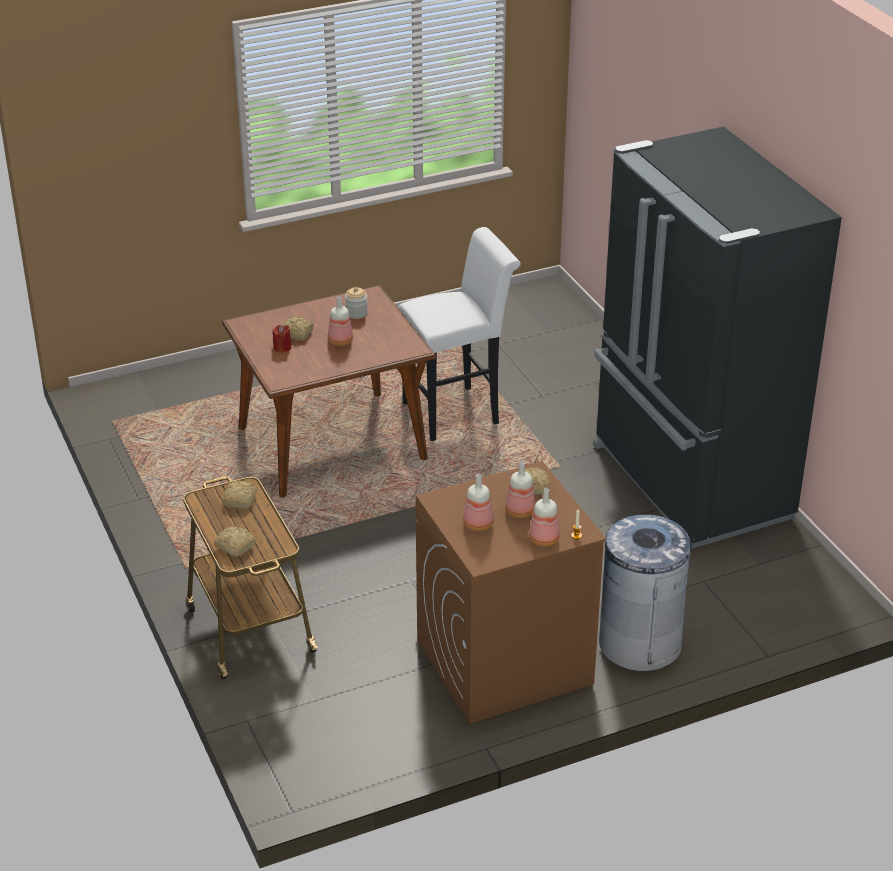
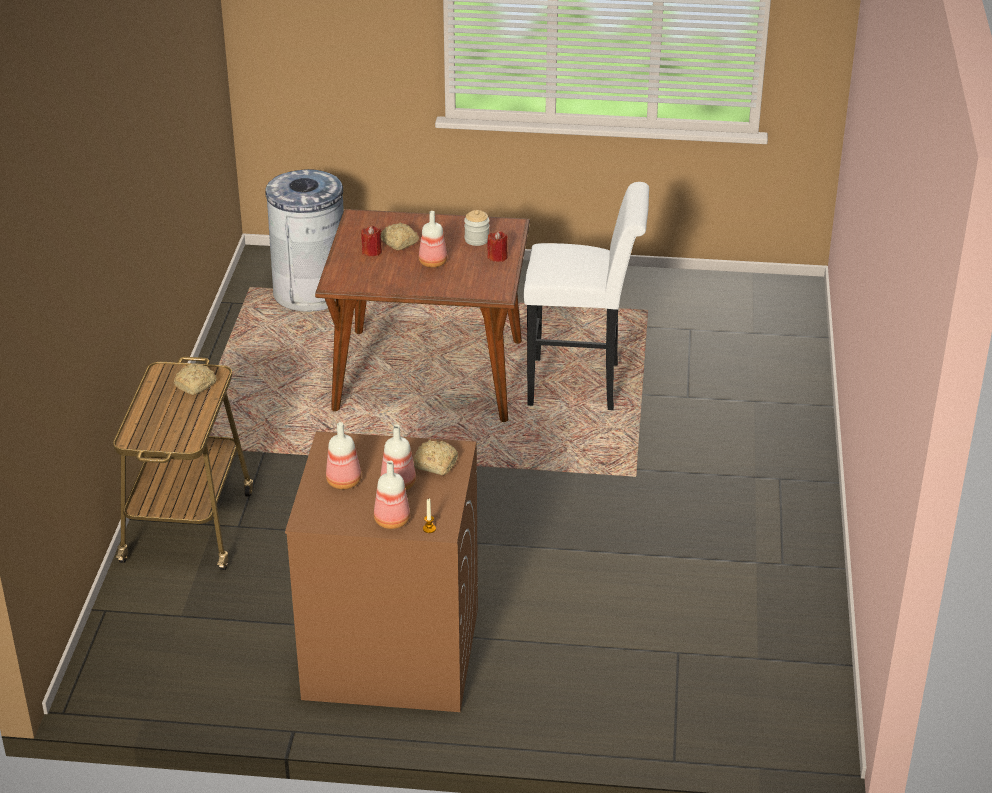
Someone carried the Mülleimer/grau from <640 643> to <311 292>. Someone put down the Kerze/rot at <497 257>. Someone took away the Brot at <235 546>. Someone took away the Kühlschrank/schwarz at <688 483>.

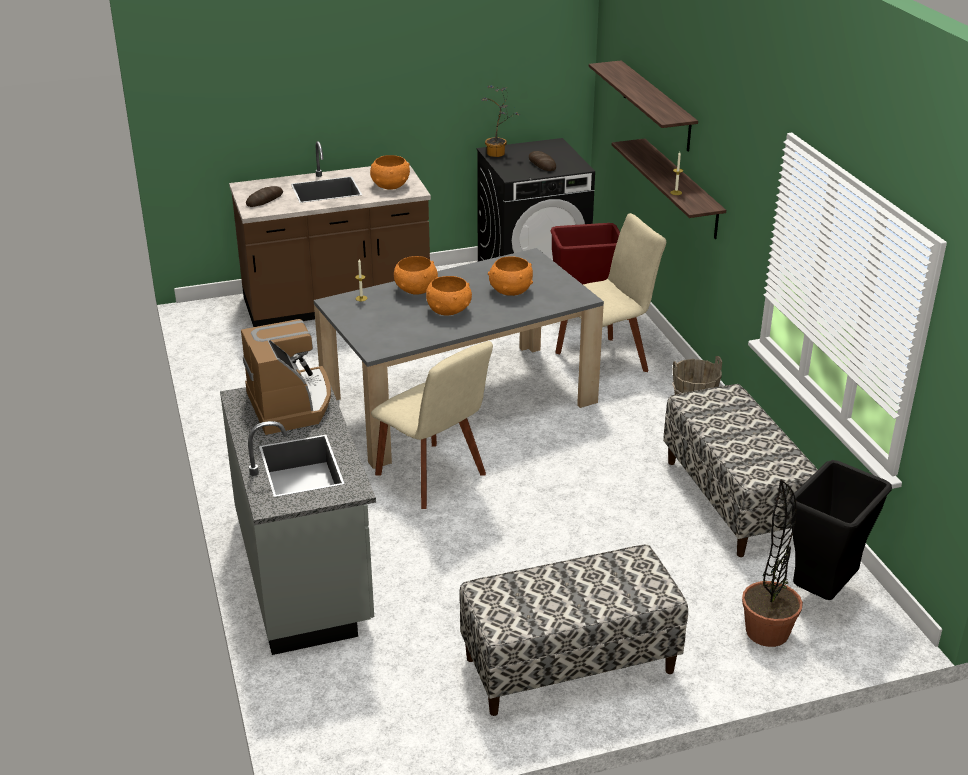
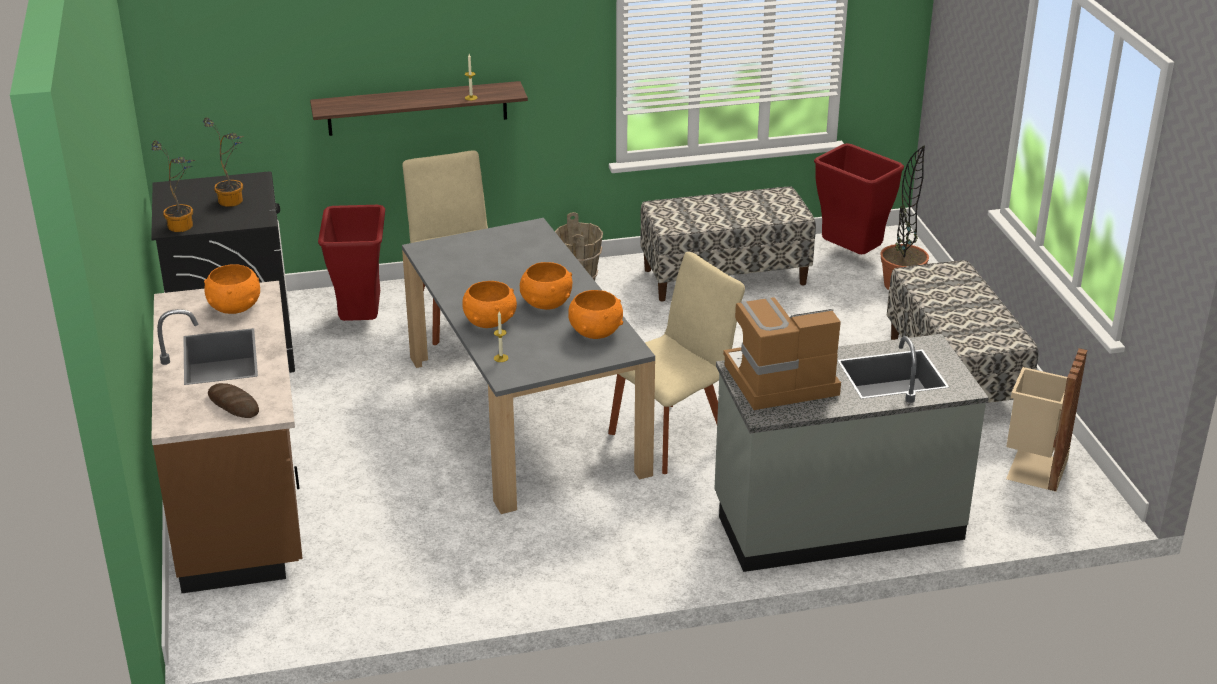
Someone swapped the Brot at <542 164> for the Topfpflanze at <233 199>. Someone carried the Schüssel/orange from <510 291> to <595 332>. Someone repainted the Mülleimer/schwarz at <823 593>, which became the Mülleimer/rot at <852 255>. Someone put down the Mülleimer/beige at <1033 469>. Someone took away the Wandregal at <656 105>.

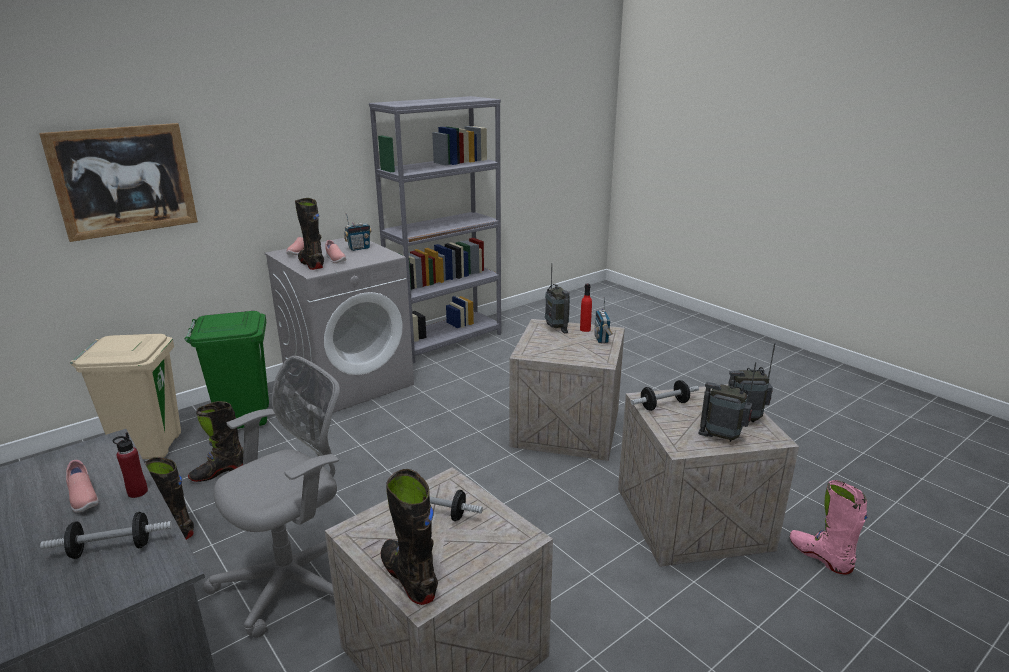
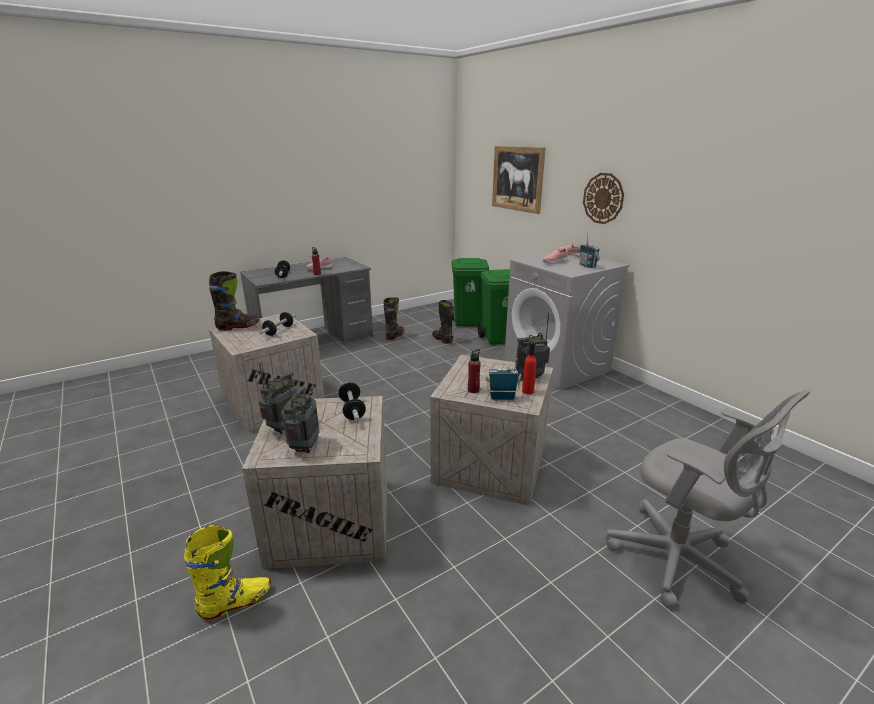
Someone repainted the Stiefel/rosa at <820 556>, which became the Stiefel/gelb at <236 602>. Someone repainted the Mülleimer/beige at <148 447>, which became the Mülleimer/grün at <468 322>. Someone put down the Flasche/rot at <473 390>. Someone put up the Wanduhr at <603 198>. Someone carried the Bürostuhl/grau from <294 579> to <679 562>. Someone took away the Stiefel/schwarz at <311 264>. Someone took away the Bücherregal/grau at <446 341>.

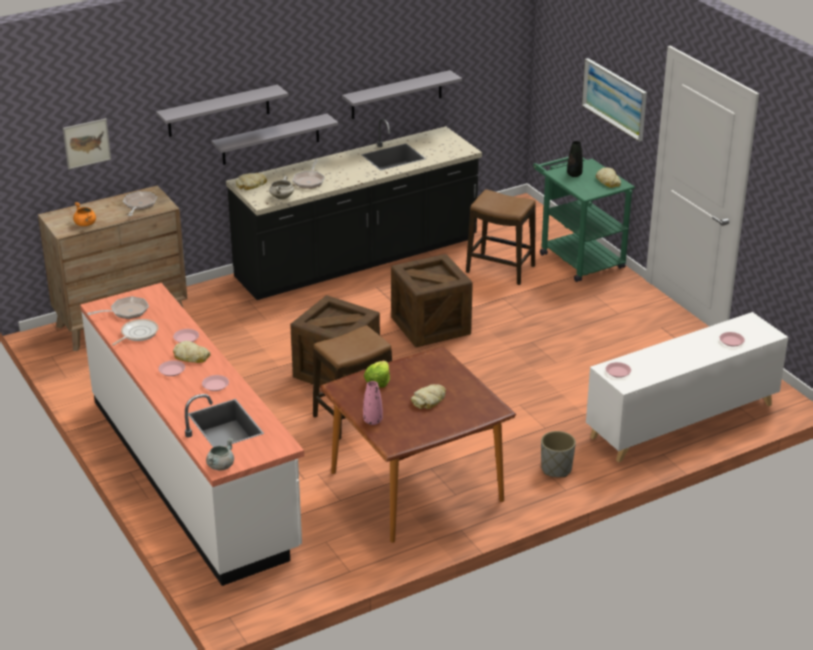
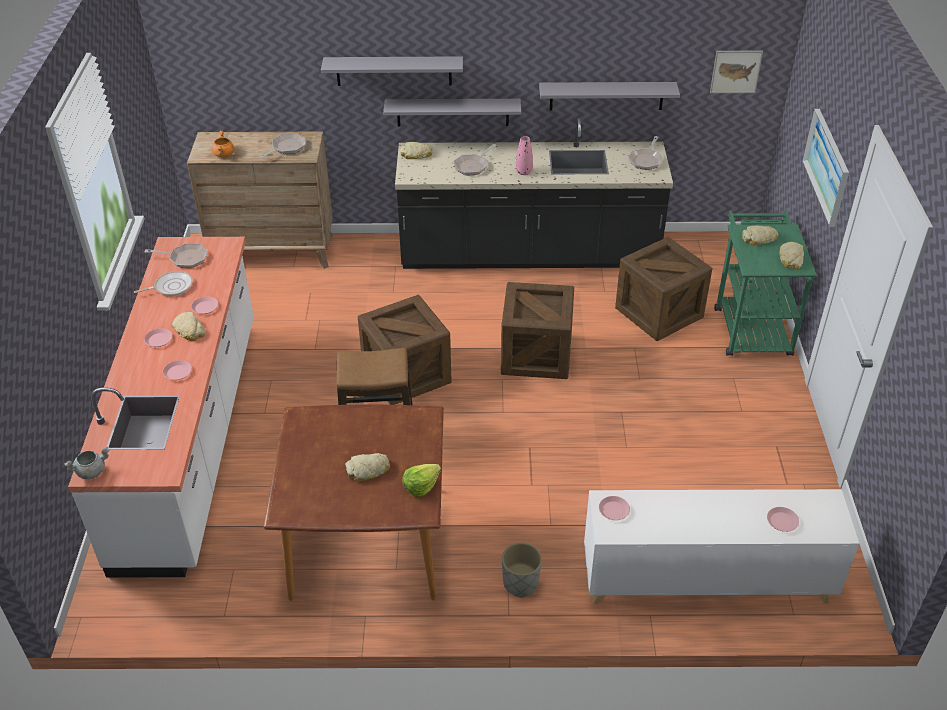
Someone carried the Salatkopf from <378 382> to <421 486>. Someone carried the Vase/rosa from <372 421> to <524 172>. Someone swapped the Hocker at <500 269> for the Kiste at <659 313>. Someone put down the Pfanne at <646 160>. Someone carried the Bild from <86 143> to <735 71>. Someone swapped the Vase/schwarz at <574 174> for the Brot at <759 238>. Someone took away the Kochtopf/weiß at <281 197>.

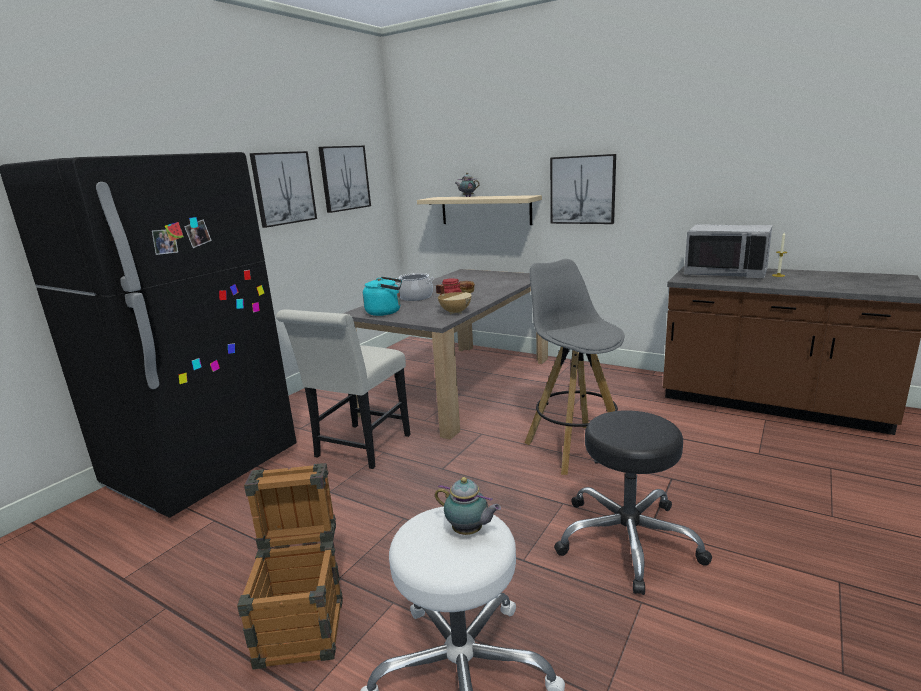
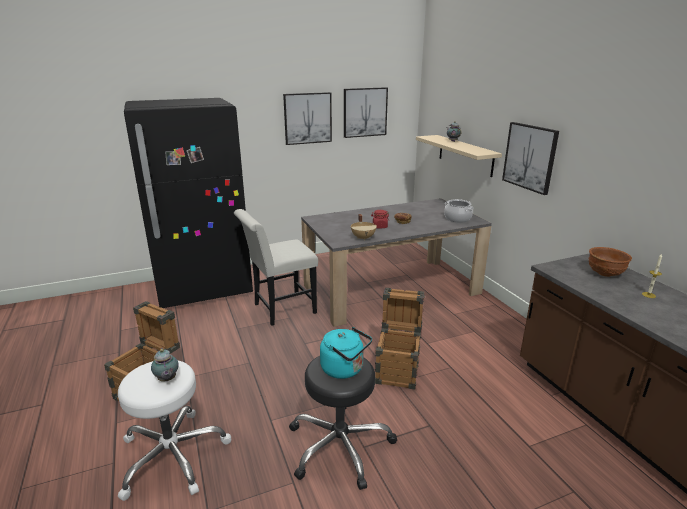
Someone carried the Wasserkessel/türkis from <386 312> to <345 369>. Someone swapped the Hocker/grau at <574 448> for the Kiste at <398 369>. Someone carried the Kochtopf from <415 297> to <457 219>. Someone swapped the Mikrowelle/grau at <726 273> for the Schüssel/braun at <605 274>.

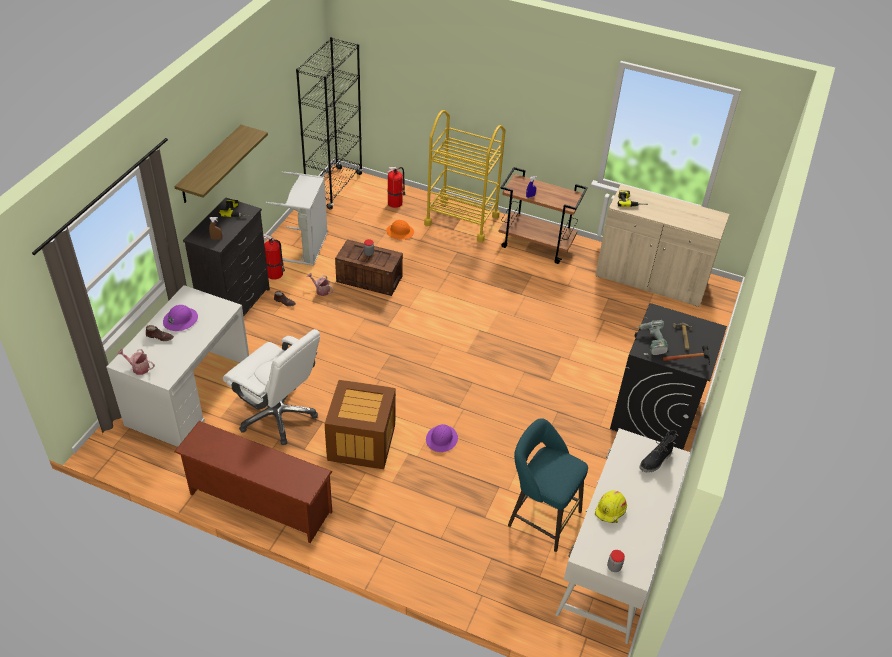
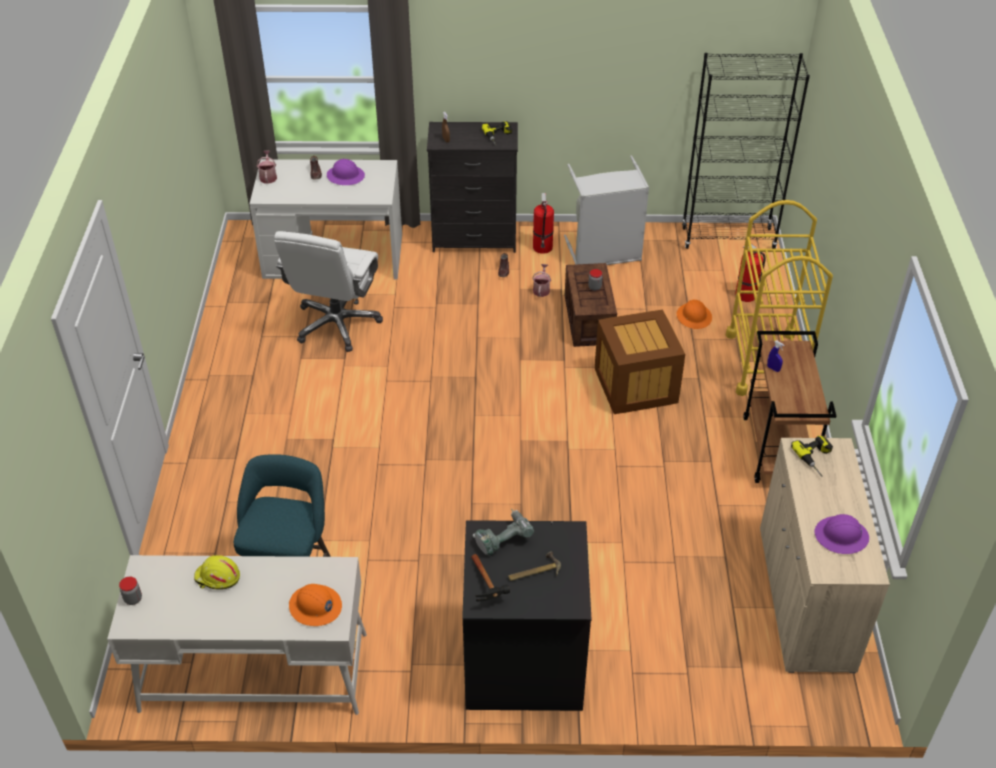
Someone swapped the Stiefel/schwarz at <655 461> for the Schutzhelm/orange at <315 606>. Someone carried the Kiste from <361 442> to <635 386>. Someone carried the Schutzhelm/lila from <442 439> to <841 536>. Someone took away the Wandregal at <210 165>. Someone took away the Schuhregal/braun at <258 503>.

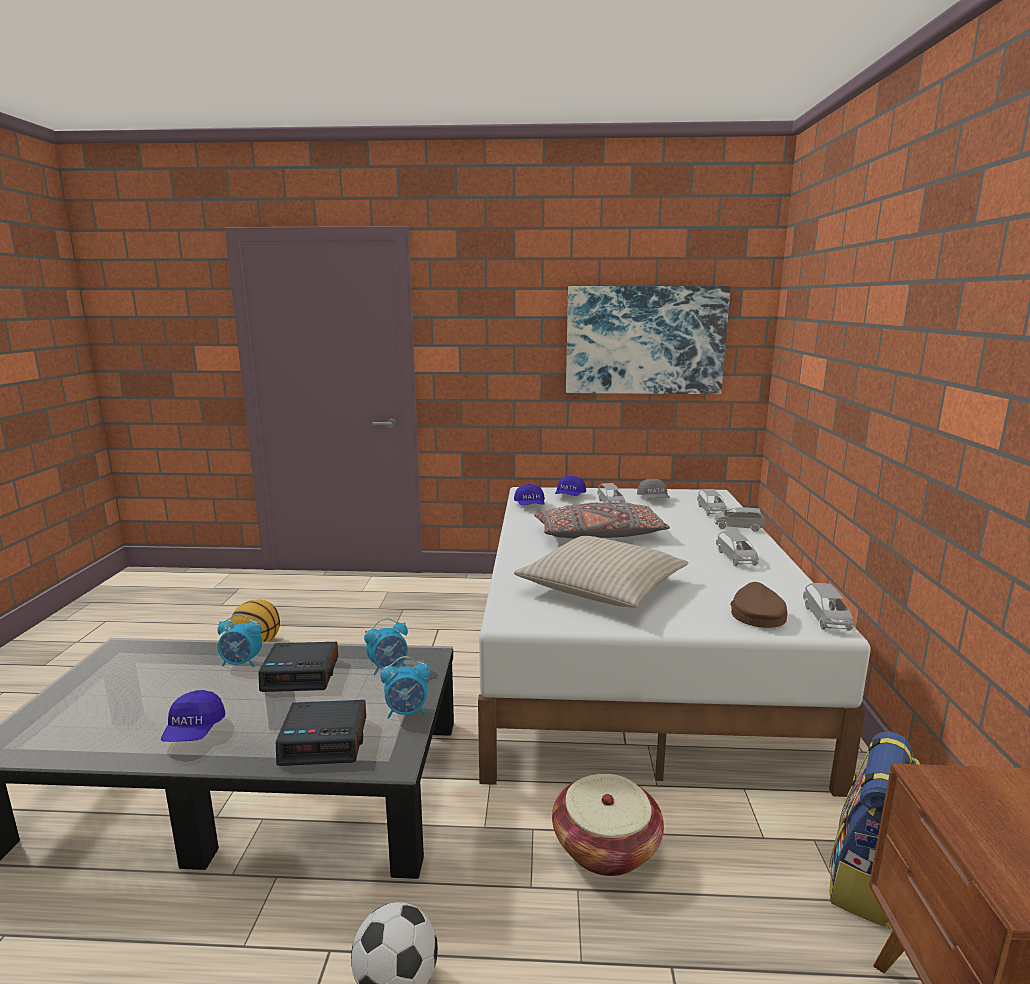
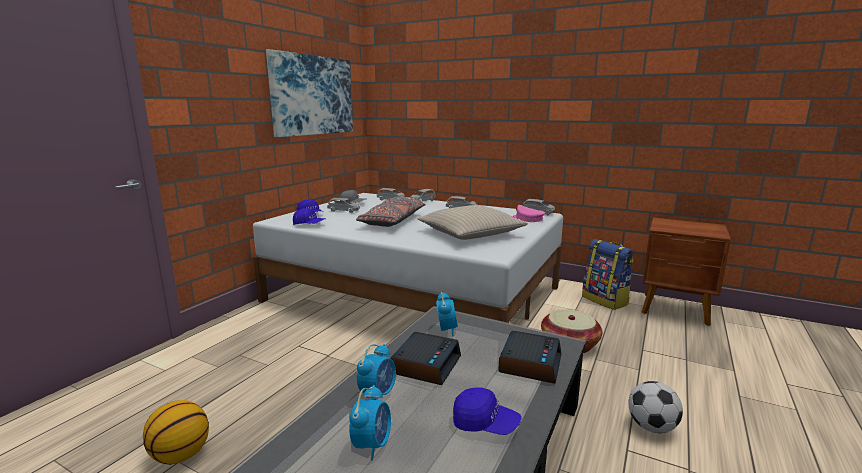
Someone carried the Wecker from <407 712> to <372 444>. Someone repainted the Kappe/braun at <756 614>, which became the Kappe/rosa at <526 219>.

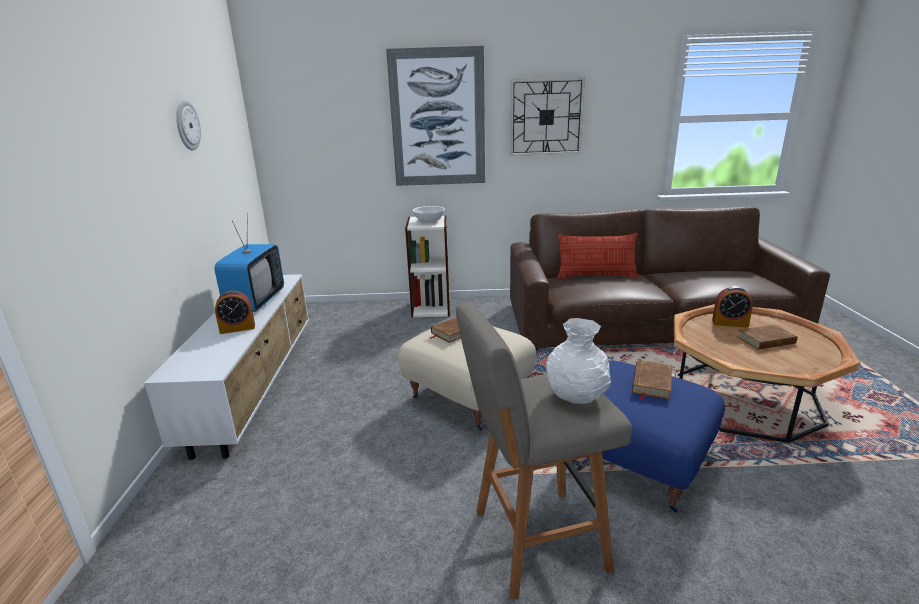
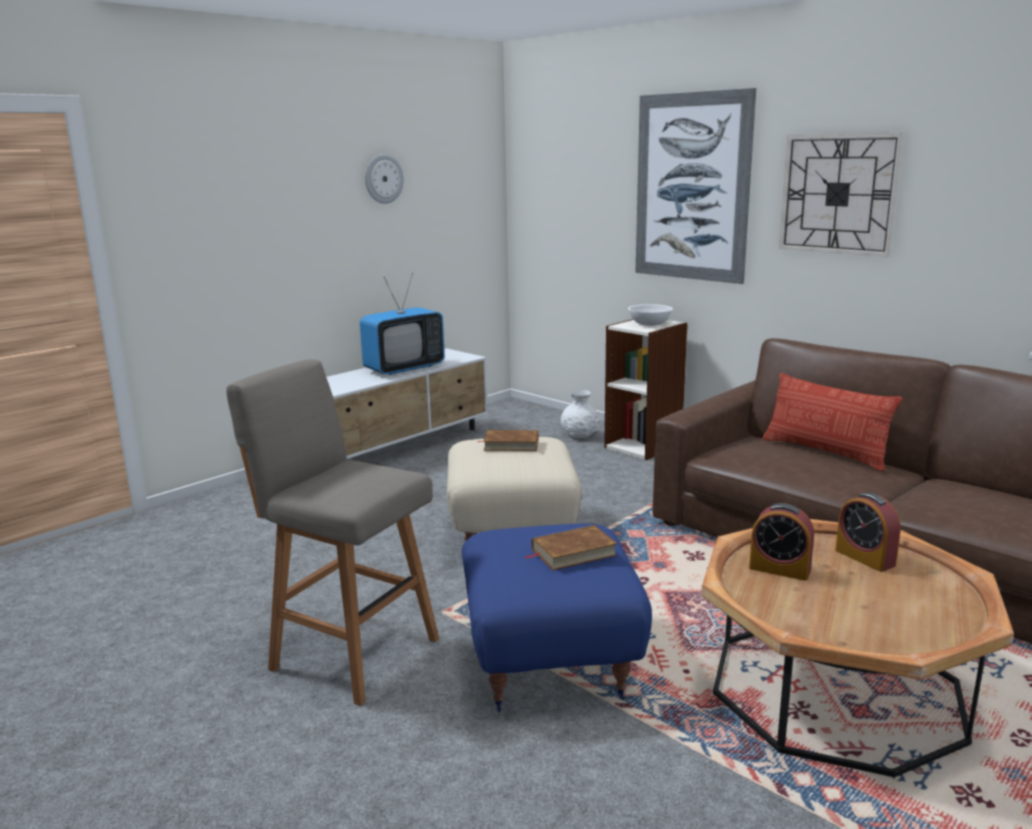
Someone carried the Vase/weiß from <576 396> to <579 435>. Someone carried the Wecker from <237 328> to <779 569>. Someone took away the Buch/braun at <766 340>.

